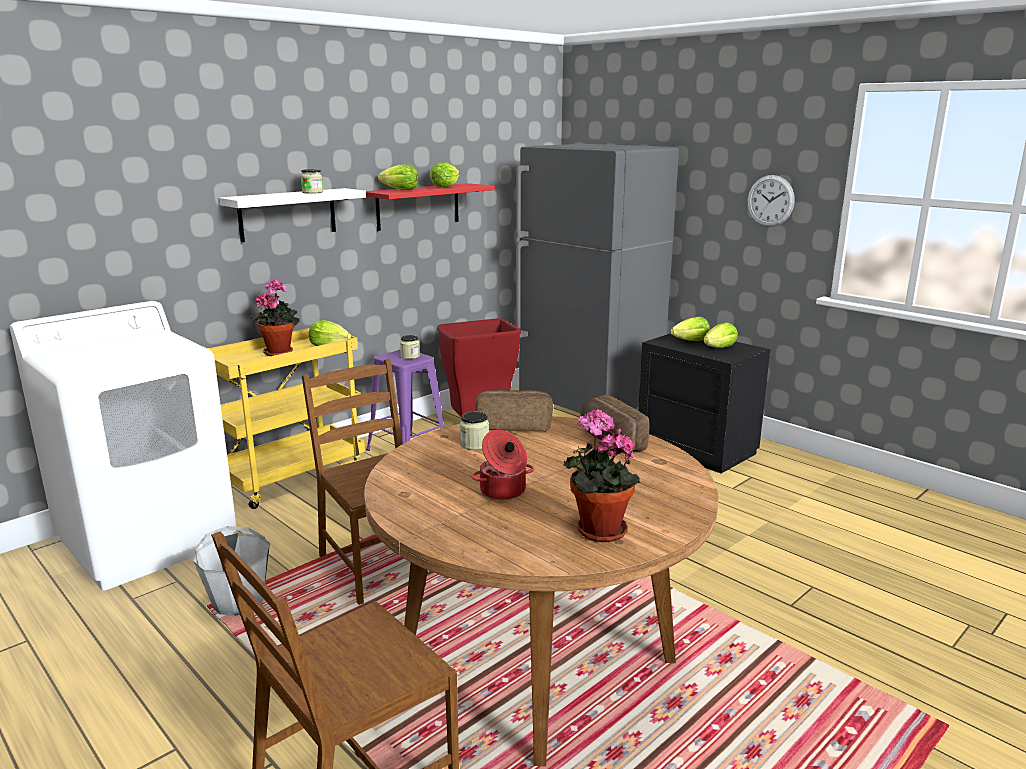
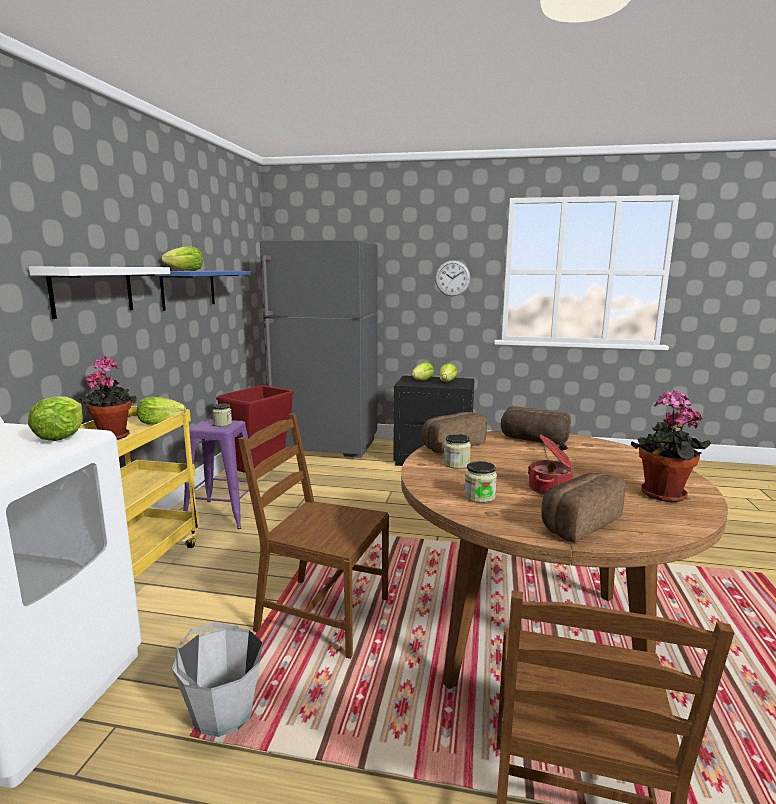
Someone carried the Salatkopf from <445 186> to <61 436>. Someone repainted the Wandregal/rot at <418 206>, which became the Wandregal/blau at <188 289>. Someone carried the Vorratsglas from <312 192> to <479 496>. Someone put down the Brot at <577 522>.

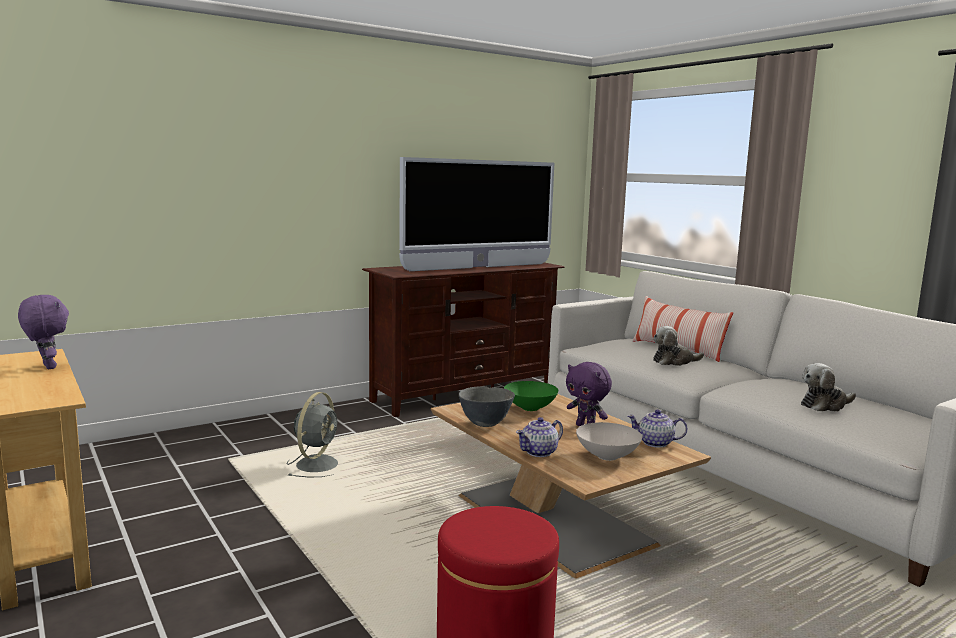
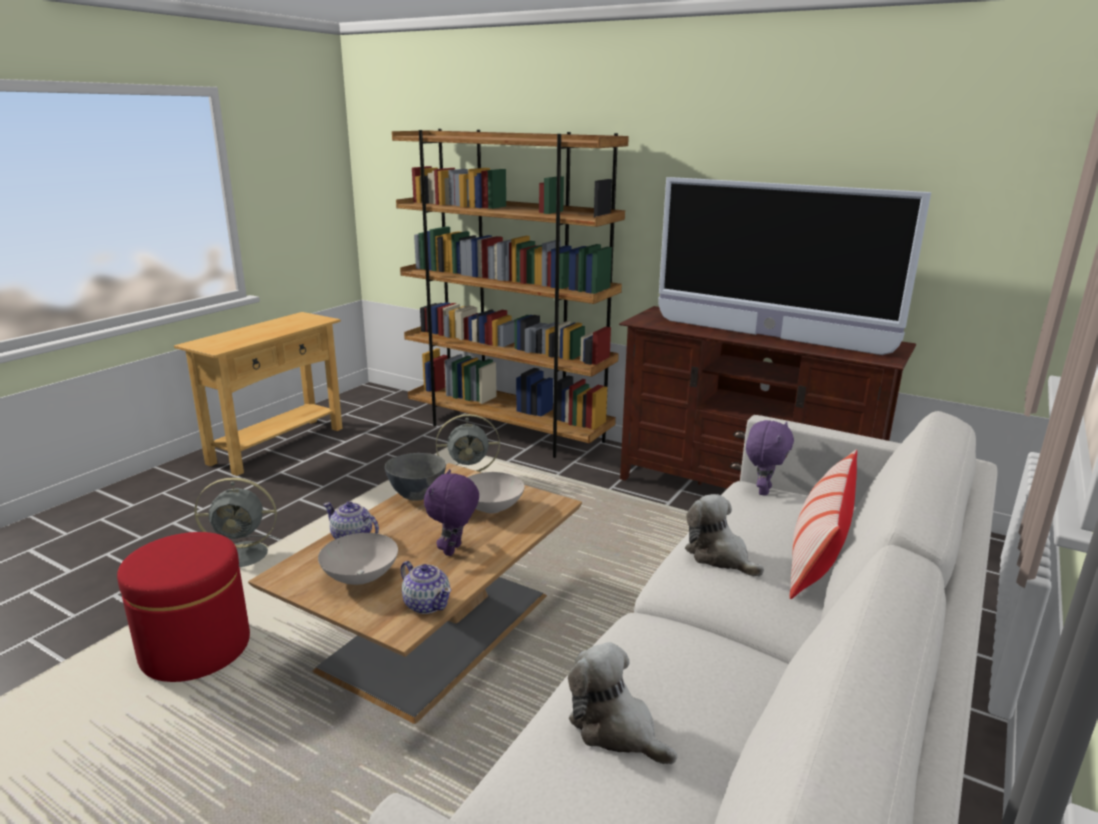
Someone put down the Ventilator/grau at <245 555>. Someone put down the Bücherregal/braun at <508 431>. Someone rotated the Teekanne at <655 443> by 150 degrees clockwise. Someone repainted the Schüssel/grün at <531 408>, which became the Schüssel/weiß at <492 508>. Someone carried the Plüschtier/lila from <47 367> to <763 490>.

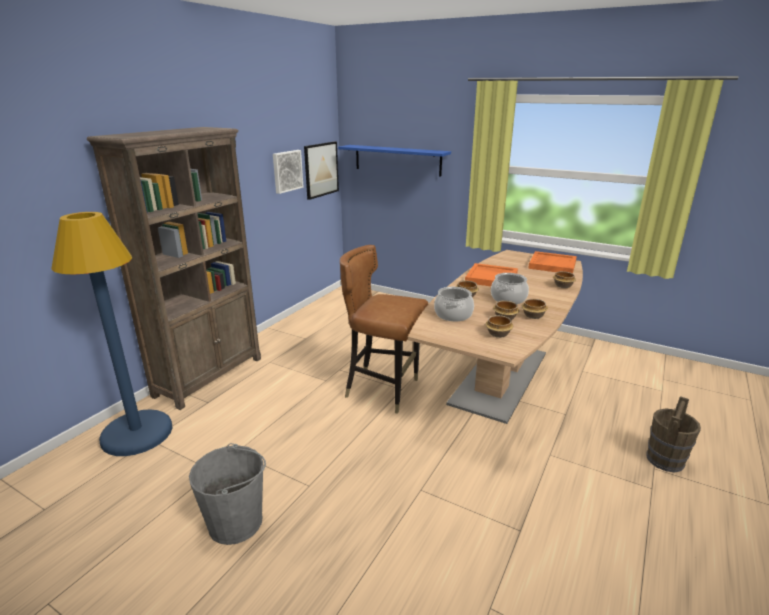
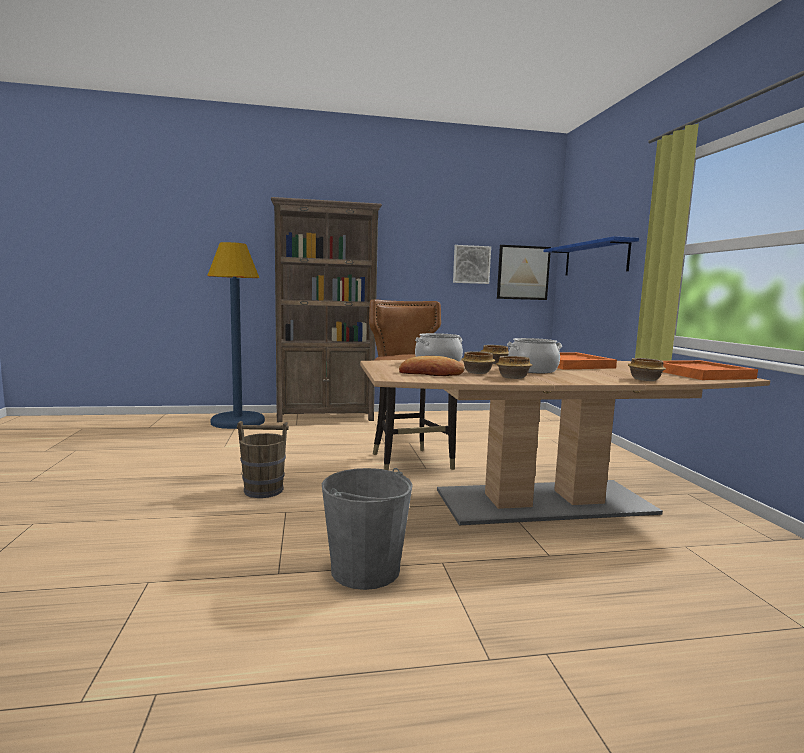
Someone carried the Eimer/braun from <665 460> to <264 490>. Someone carried the Eimer/grau from <236 522> to <366 570>. Someone swapped the Schüssel at <499 334> for the Brot at <431 373>.

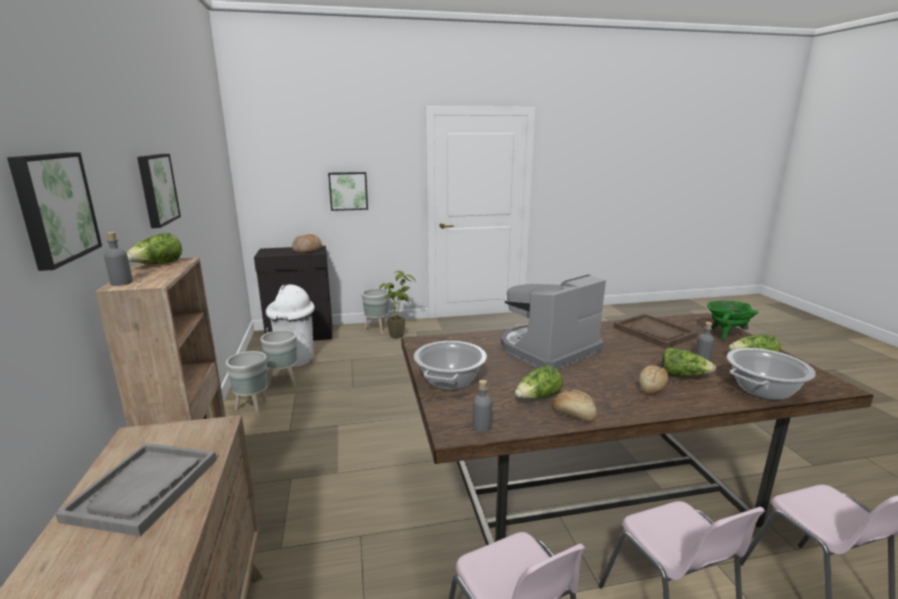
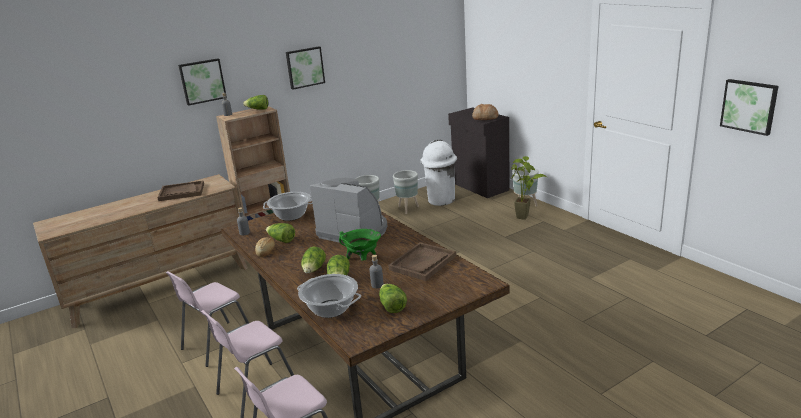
Someone repainted the Tablett/grau at <144 489>, which became the Tablett/braun at <181 192>. Someone swapped the Brot at <652 387> for the Salatkopf at <314 270>. Someone carried the Kochtopf/grün from <725 335> to <362 259>. Someone carried the Bild from <348 191> to <749 106>.

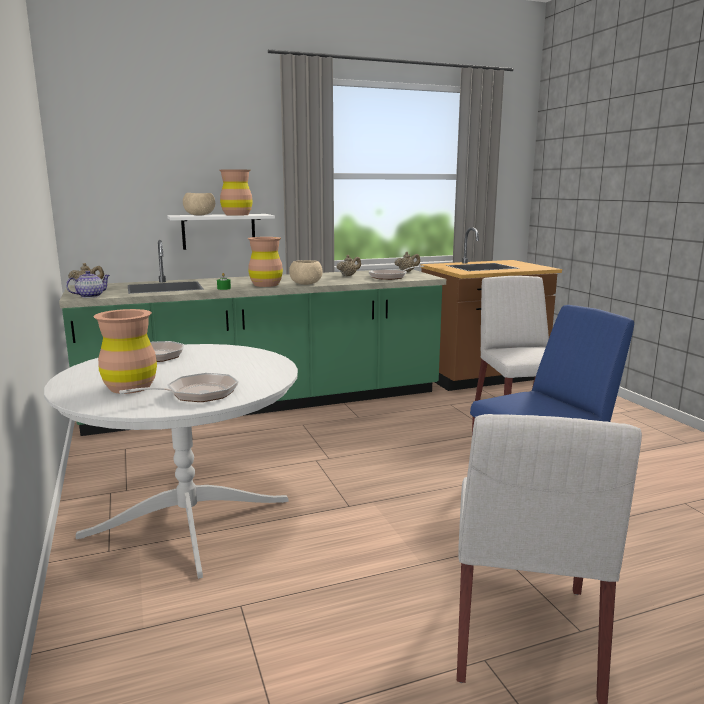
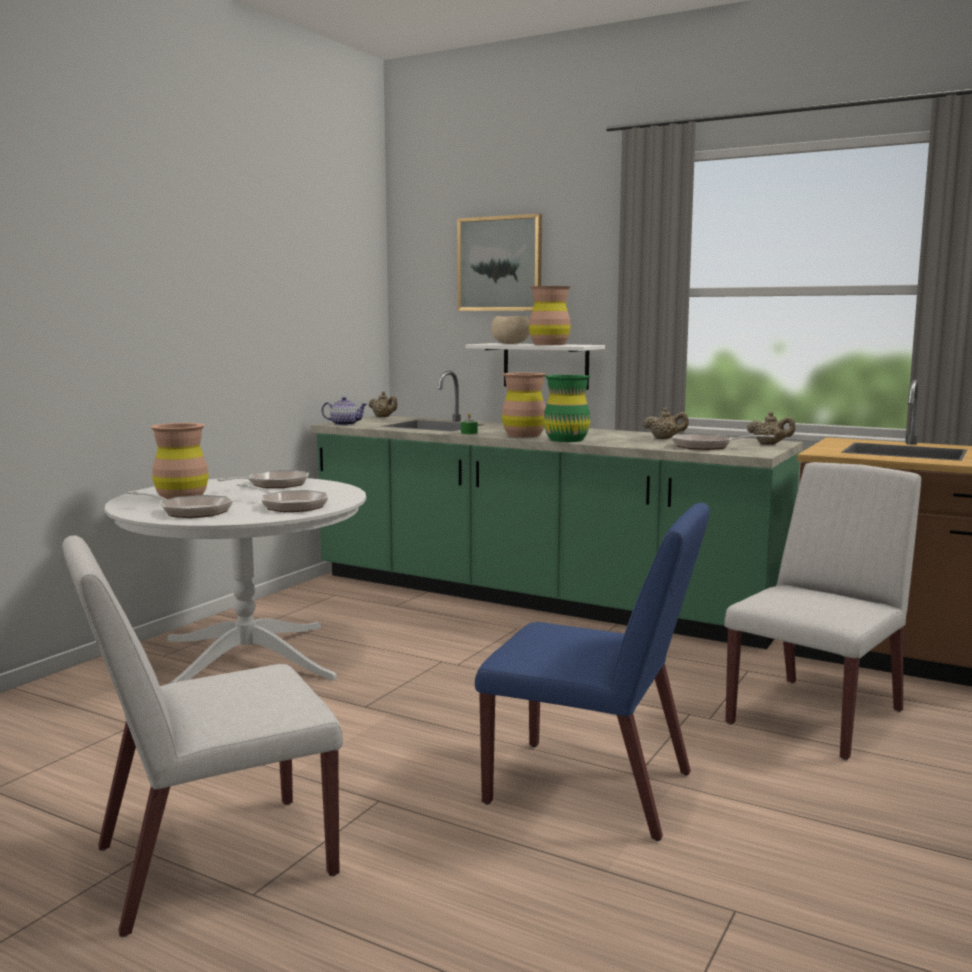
Someone put down the Pfanne at <289 506>. Someone put up the Bild at <500 264>. Someone swapped the Schüssel/beige at <306 284> for the Vase/grün at <566 440>.

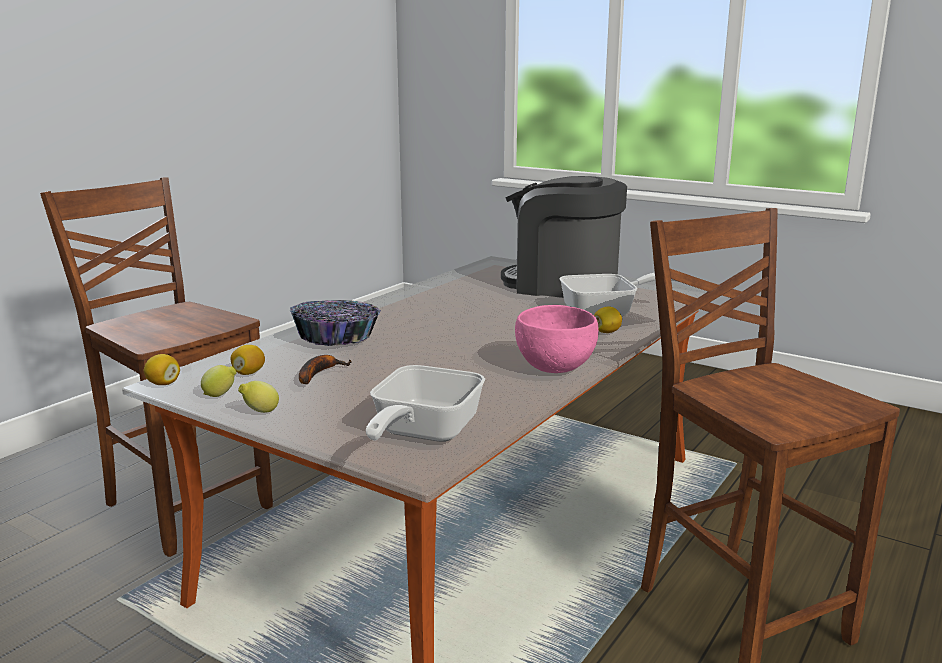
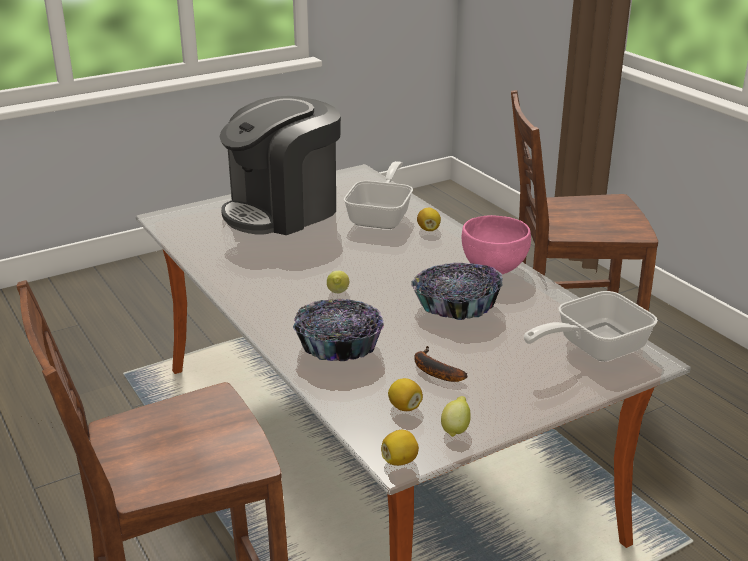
Someone carried the Zitrone from <260 412> to <338 293>. Someone put down the Schüssel at <457 306>. Someone rotated the Pfanne at <421 433> by 105 degrees clockwise.

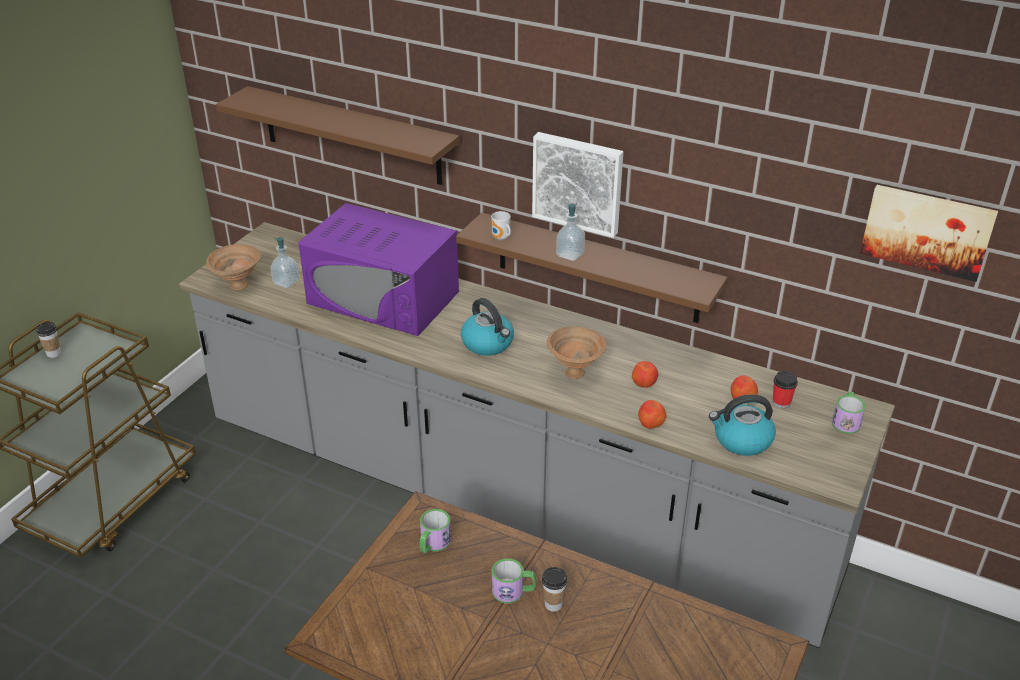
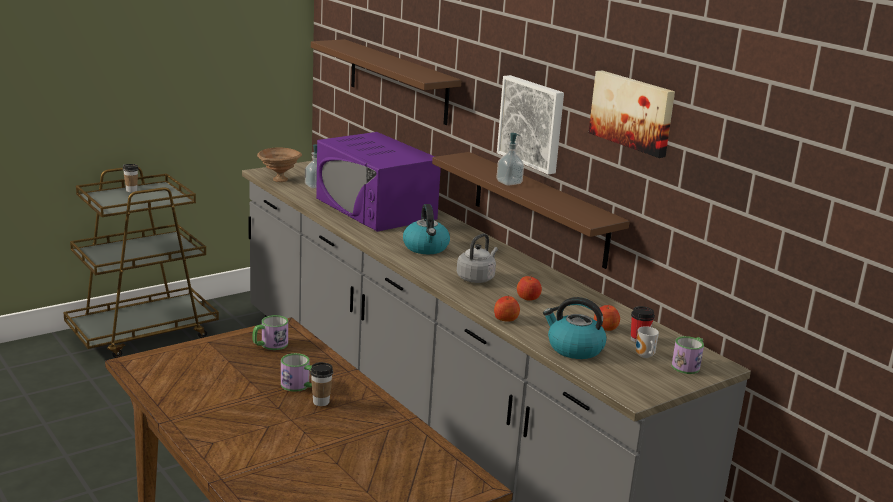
Someone swapped the Schüssel/braun at <574 372> for the Wasserkessel/grau at <476 278>. Someone carried the Bild from <927 230> to <633 112>. Someone carried the Henkelbecher from <501 238> to <644 356>.

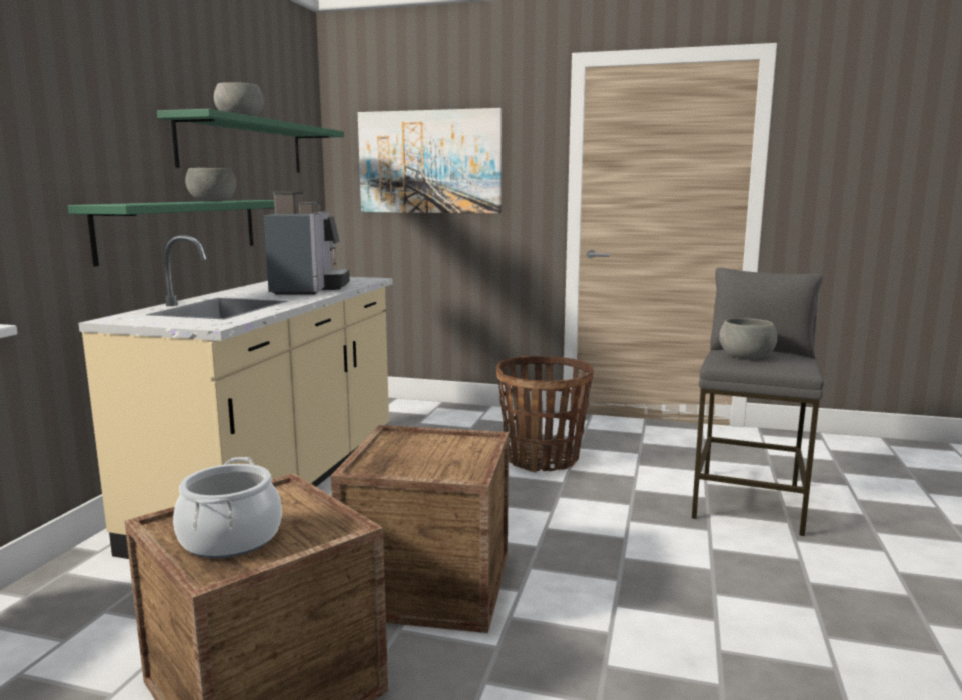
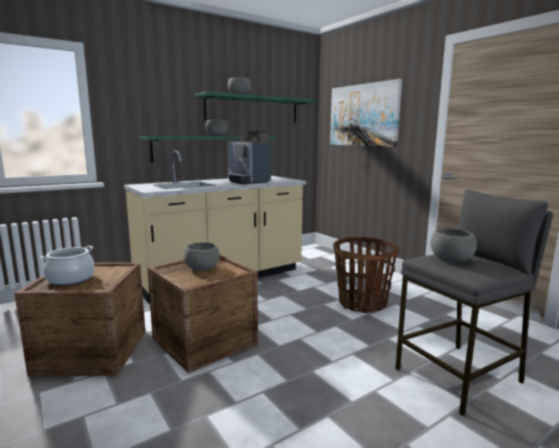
Someone put down the Schüssel/grau at <202 268>. Someone rotated the Kaffeemaschine at <308 289> by 105 degrees clockwise.

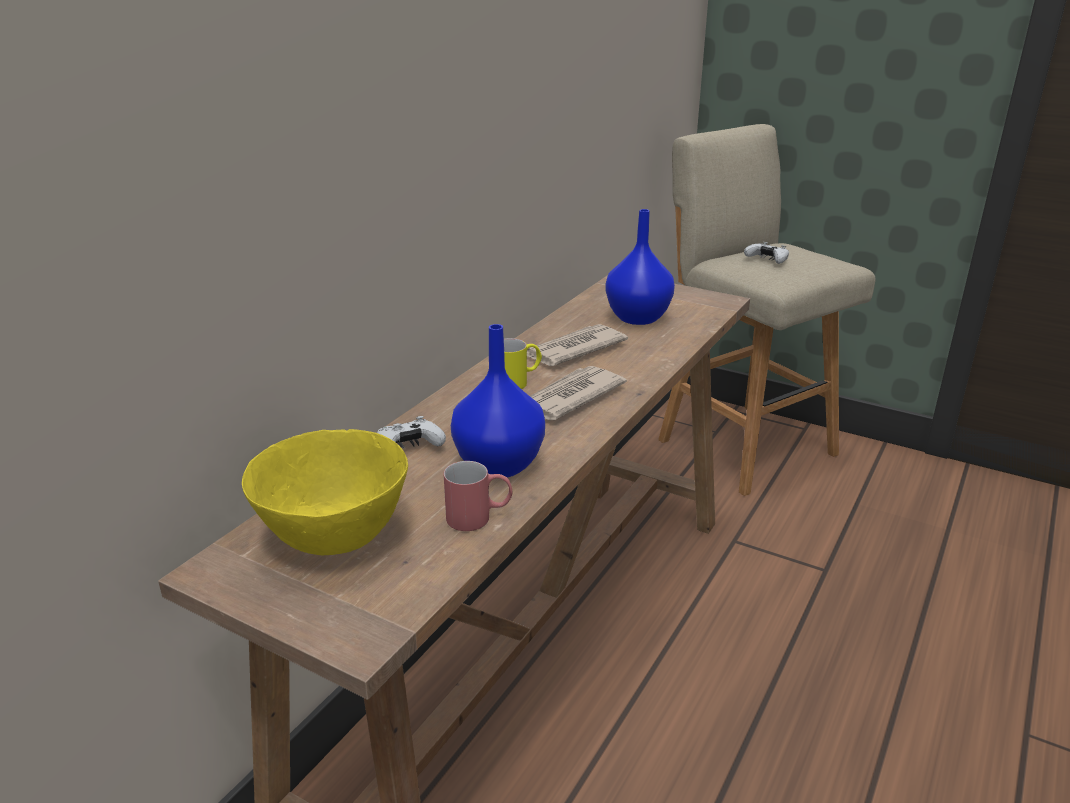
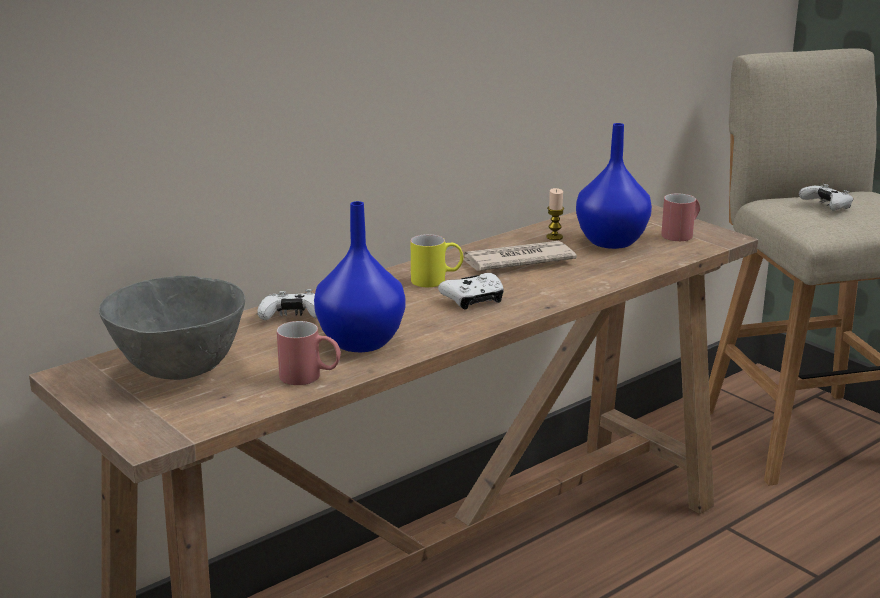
Someone repainted the Schüssel/gelb at <335 538>, which became the Schüssel/grau at <180 370>. Someone swapped the Zeitung at <568 397> for the Gamepad/weiß at <474 300>. Someone put down the Kerze at <554 237>. Someone put down the Henkelbecher/rot at <681 234>.

